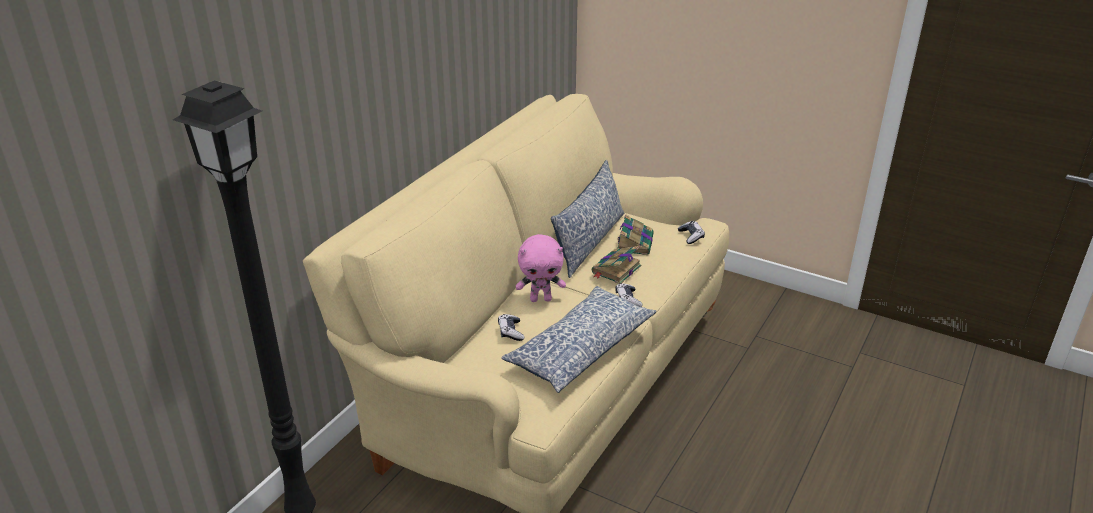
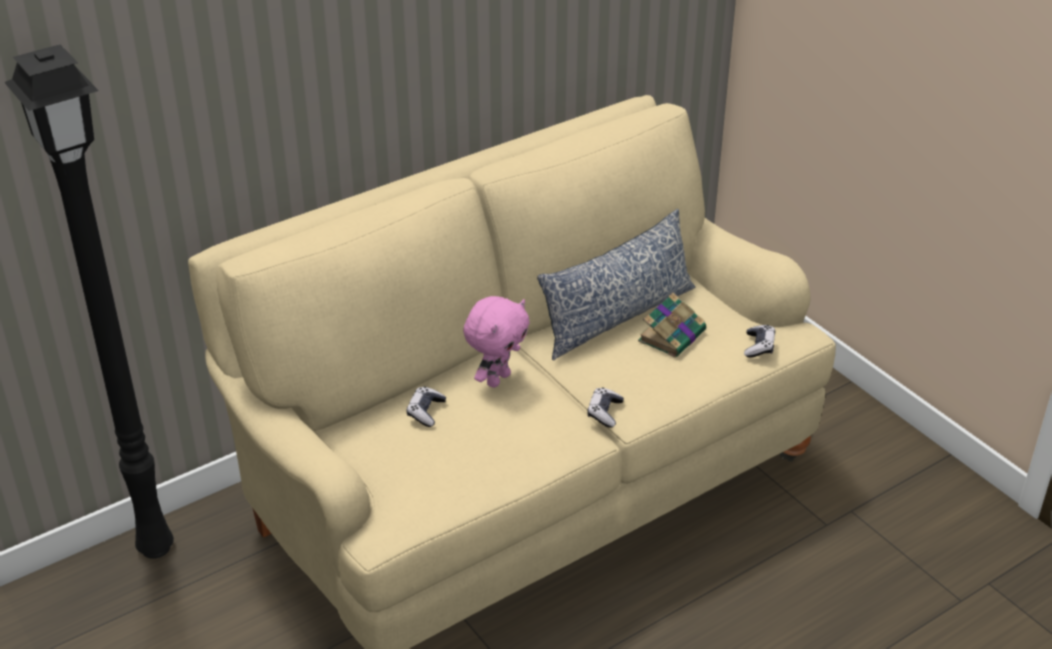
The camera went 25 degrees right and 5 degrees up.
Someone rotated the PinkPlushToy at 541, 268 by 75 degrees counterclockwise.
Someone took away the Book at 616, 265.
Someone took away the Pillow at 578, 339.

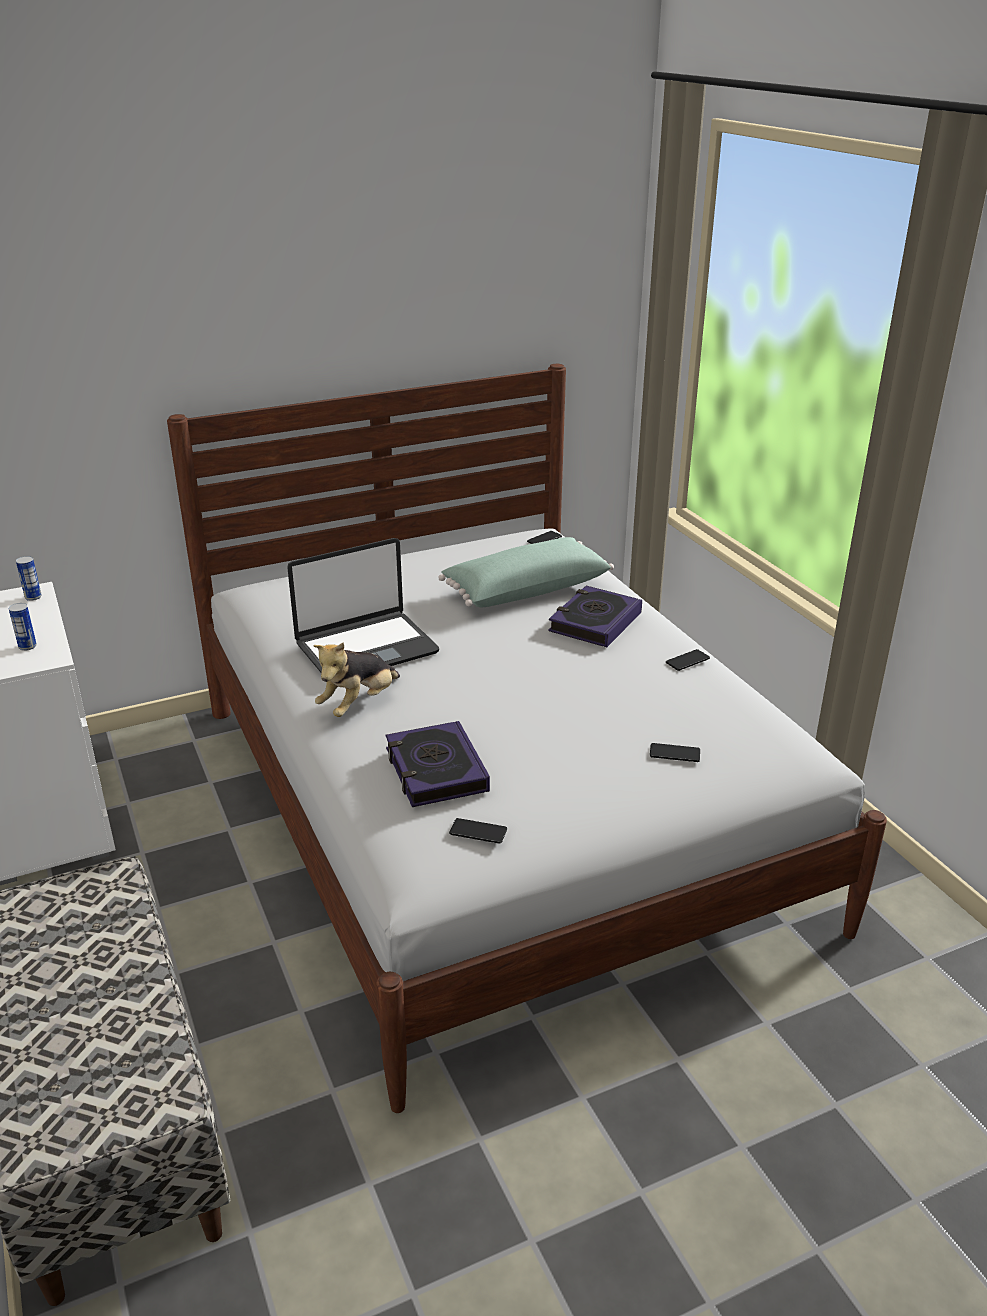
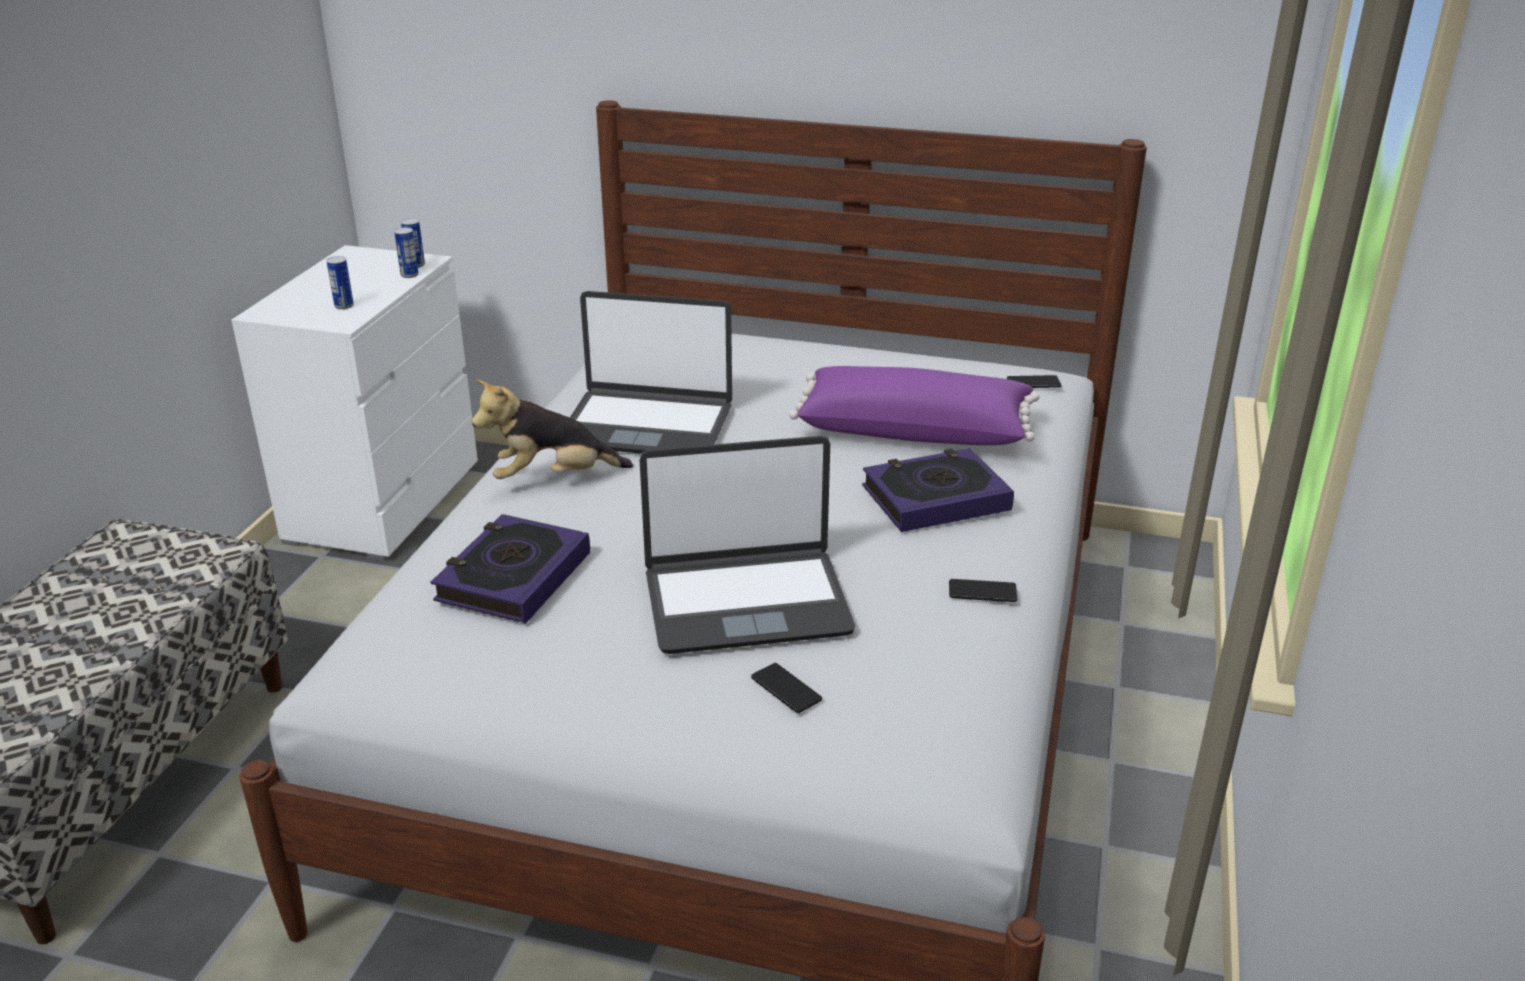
The camera went 40 degrees right and 0 degrees up.
Someone repainted the GreenPillow at 526, 572, which became the PurplePillow at 914, 405.
Someone took away the Phone at 478, 831.
Someone put down the Can at 406, 252.
Someone put down the Laptop at 747, 545.

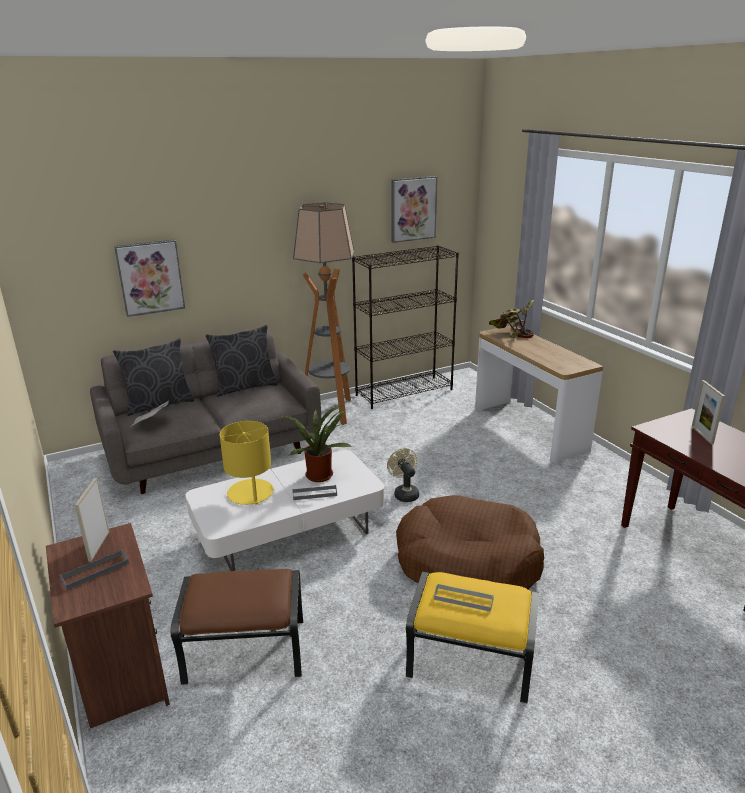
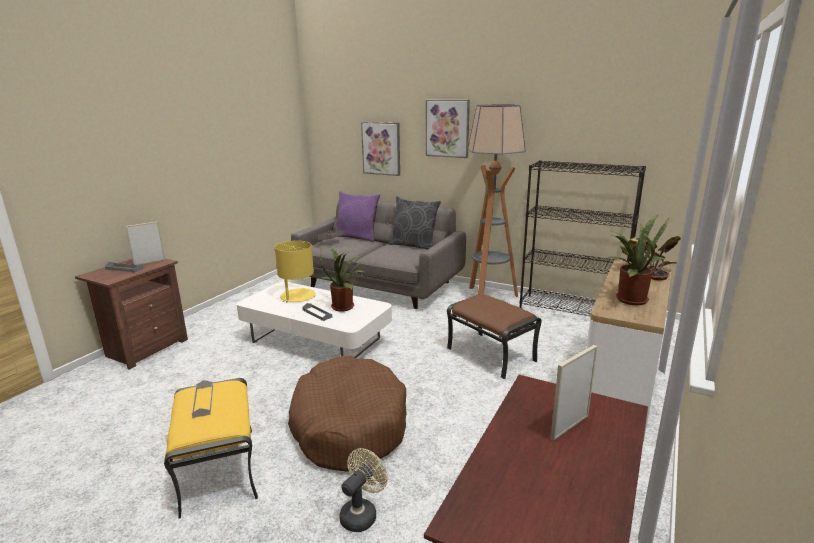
The camera went 55 degrees right and 5 degrees down.
Someone carried the Picture from 414, 209 to 448, 129.
Someone repainted the GreyPillow at 153, 377, which became the PurplePillow at 358, 216.
Someone carried the BeigeFan from 403, 475 to 363, 490.
Someone carried the BrownOttoman from 237, 627 to 494, 336.
Someone put down the PottedPlant at 638, 259.

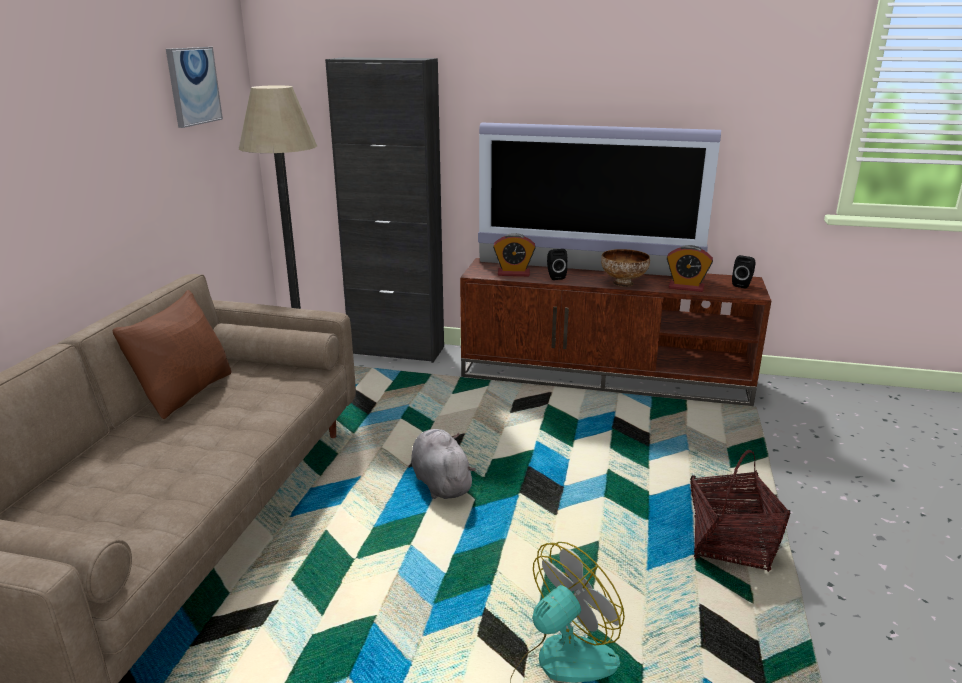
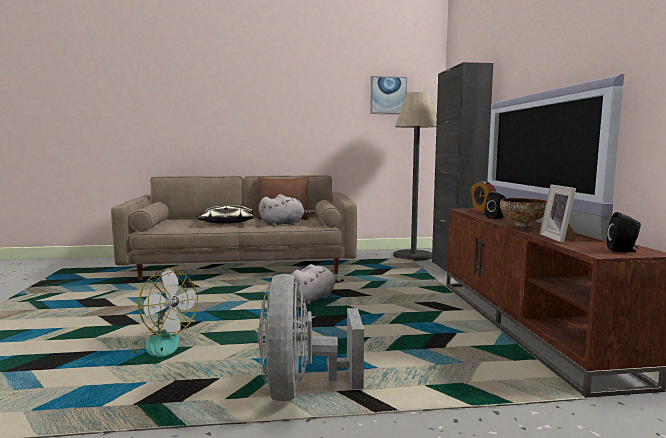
The camera went 70 degrees right and 15 degrees down.
Someone swapped the AlarmClock at 690, 268 for the PictureFrame at 558, 213.
Someone swapped the Basket at 740, 511 for the GreyFan at 310, 337.
Someone put down the GreyPlushToy at 286, 210.
Someone put down the Pillow at 226, 214.

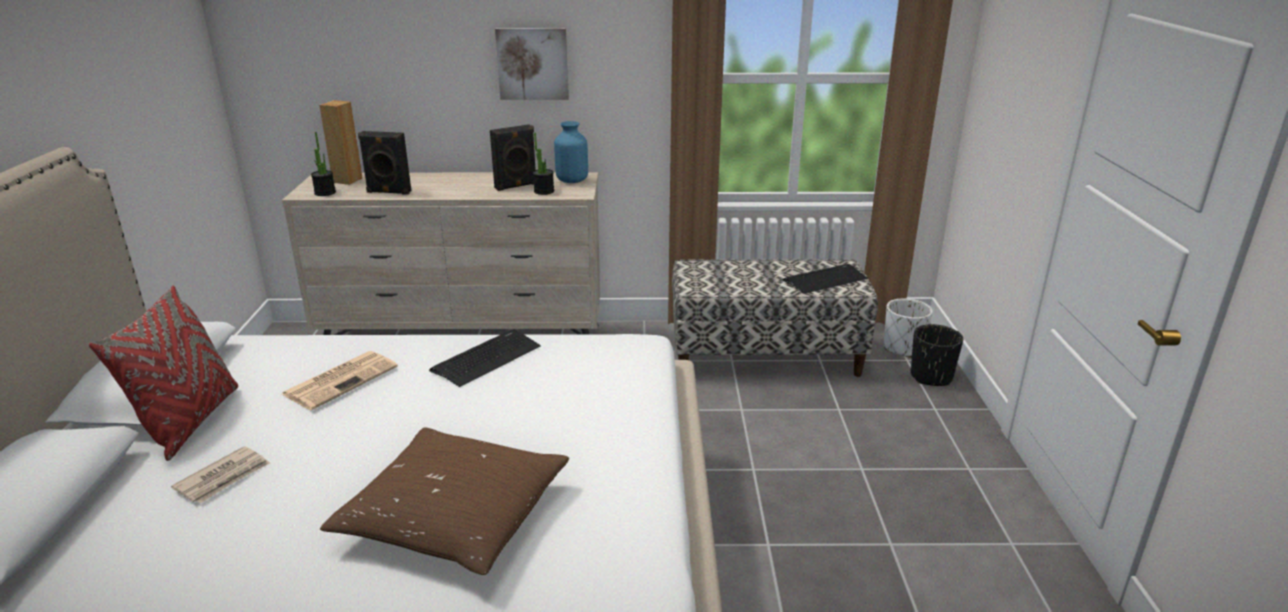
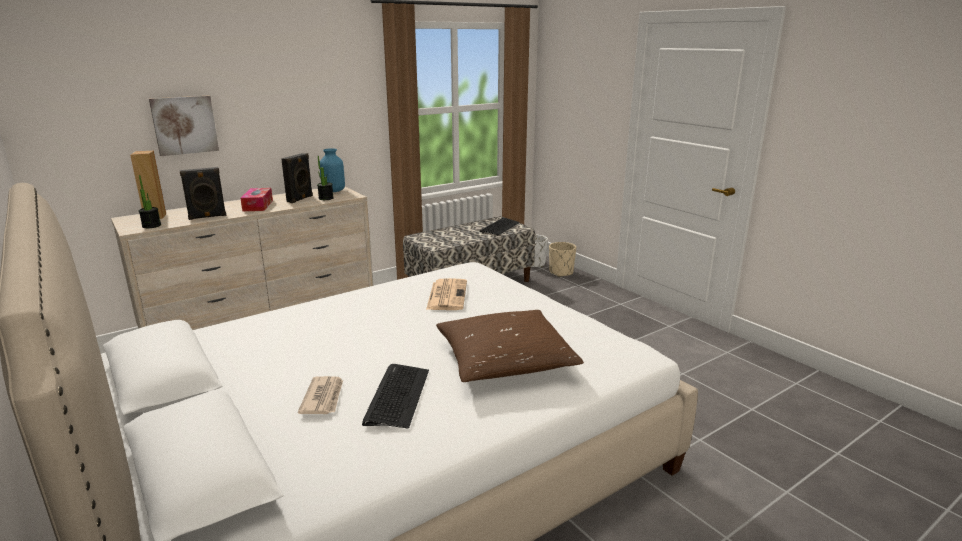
The camera went 35 degrees left and 5 degrees down.
Someone carried the Picture from 532, 64 to 184, 126.
Someone took away the RedPillow at 163, 373.
Someone repainted the BlackPlanter at 936, 355, which became the BeigePlanter at 562, 259.
Someone carried the Keyboard from 485, 358 to 395, 396.
Someone carried the Newspaper from 340, 380 to 446, 294.
Someone put down the TissueBox at 256, 199.

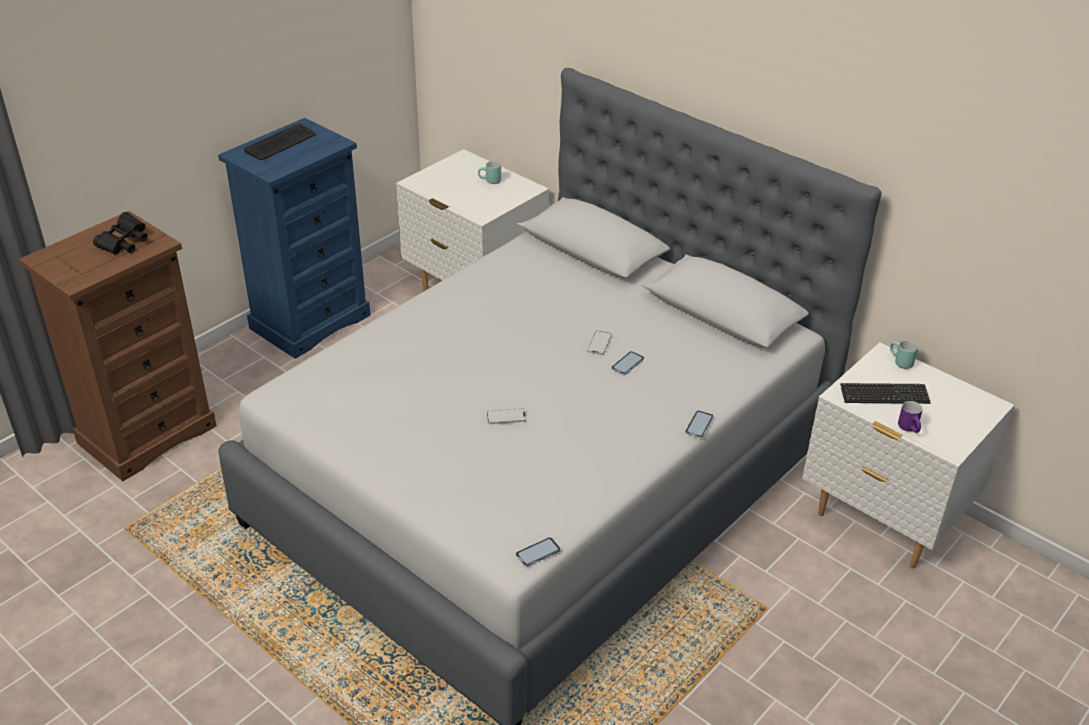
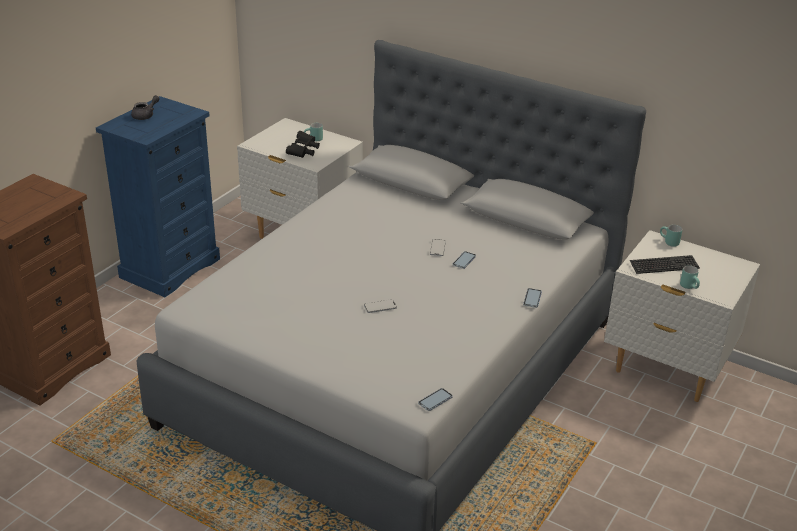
The camera went 10 degrees left and 5 degrees down.
Someone swapped the Keyboard at 279, 141 for the GreyTeapot at 145, 107.
Someone carried the BlackBinoculars from 120, 233 to 303, 144.
Someone repainted the PurpleMug at 910, 417, which became the TurquoiseMug at 690, 277.

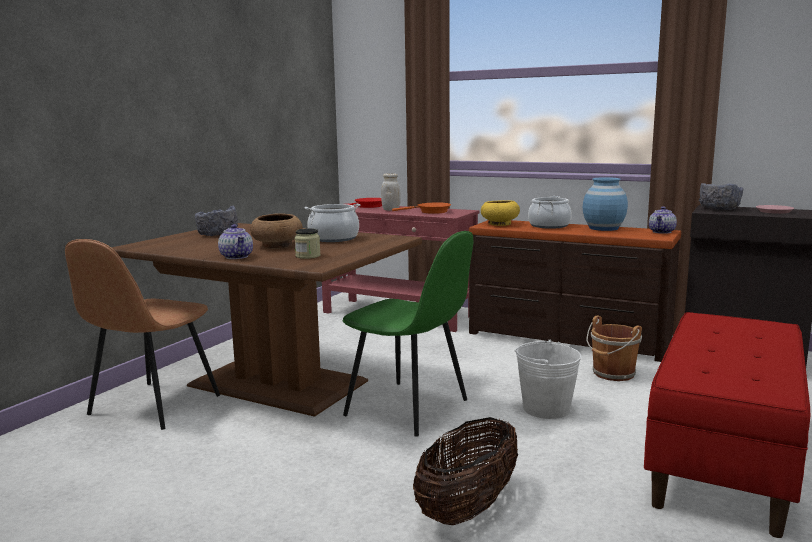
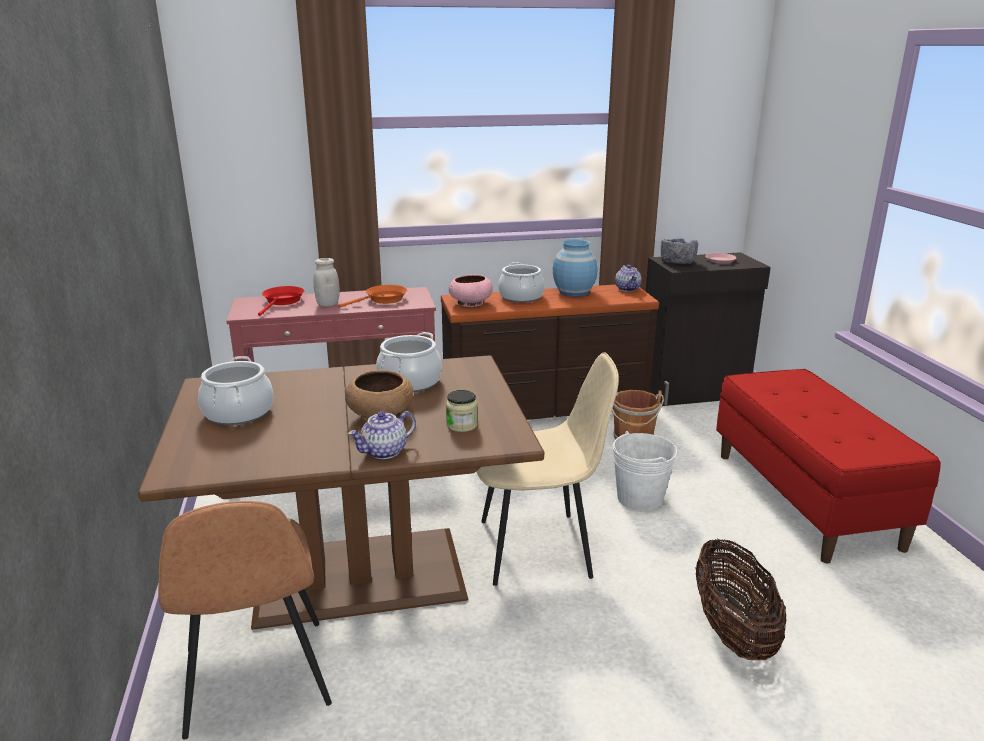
The camera went 40 degrees left and 10 degrees up.
Someone repainted the YellowBowl at 500, 213, which became the PinkBowl at 471, 291.
Someone swapped the GreyBowl at 216, 221 for the CookingPot at 235, 390.
Someone rotated the Teapot at 235, 241 by 120 degrees clockwise.
Someone repainted the GreenChair at 407, 334, which became the BeigeChair at 547, 469.

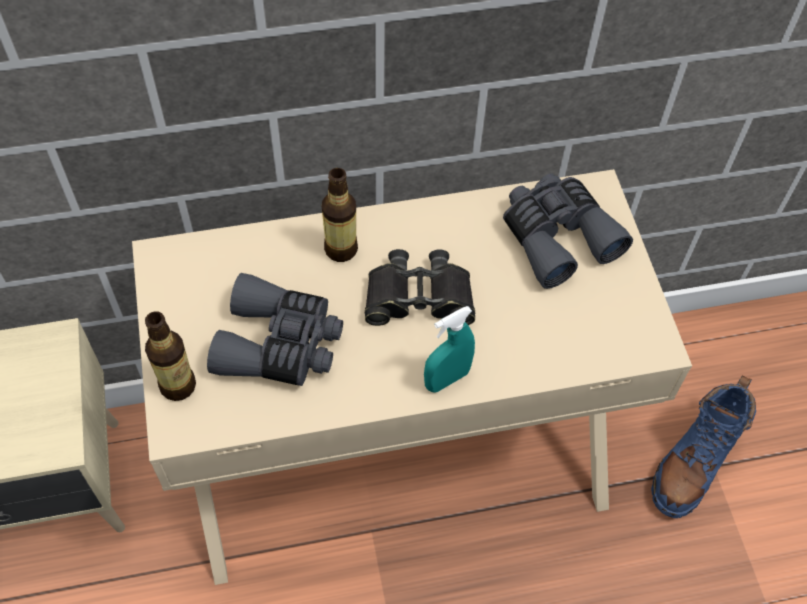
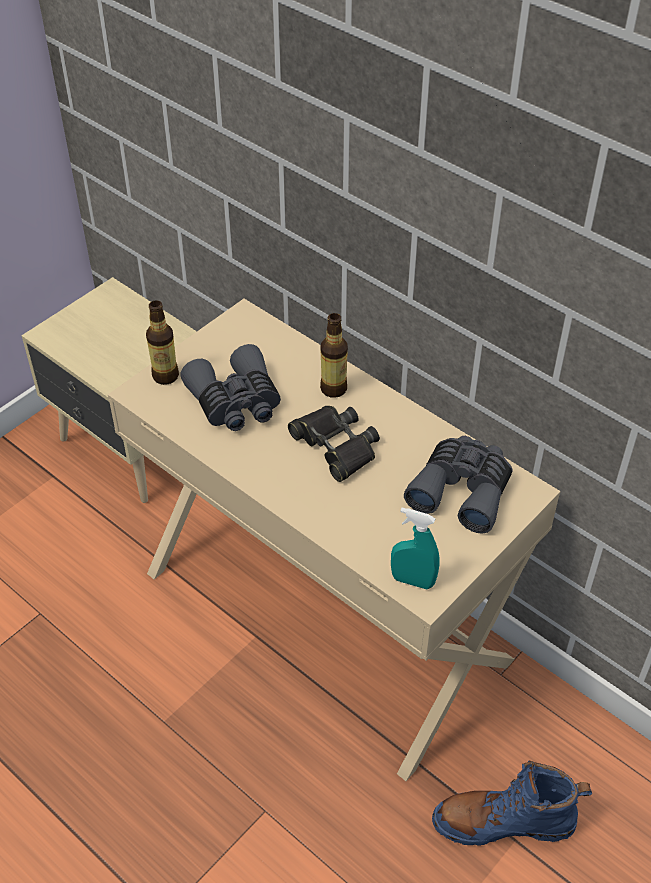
The camera went 55 degrees right and 10 degrees down.
Someone carried the TurquoiseSprayBottle from 449, 349 to 415, 549.

